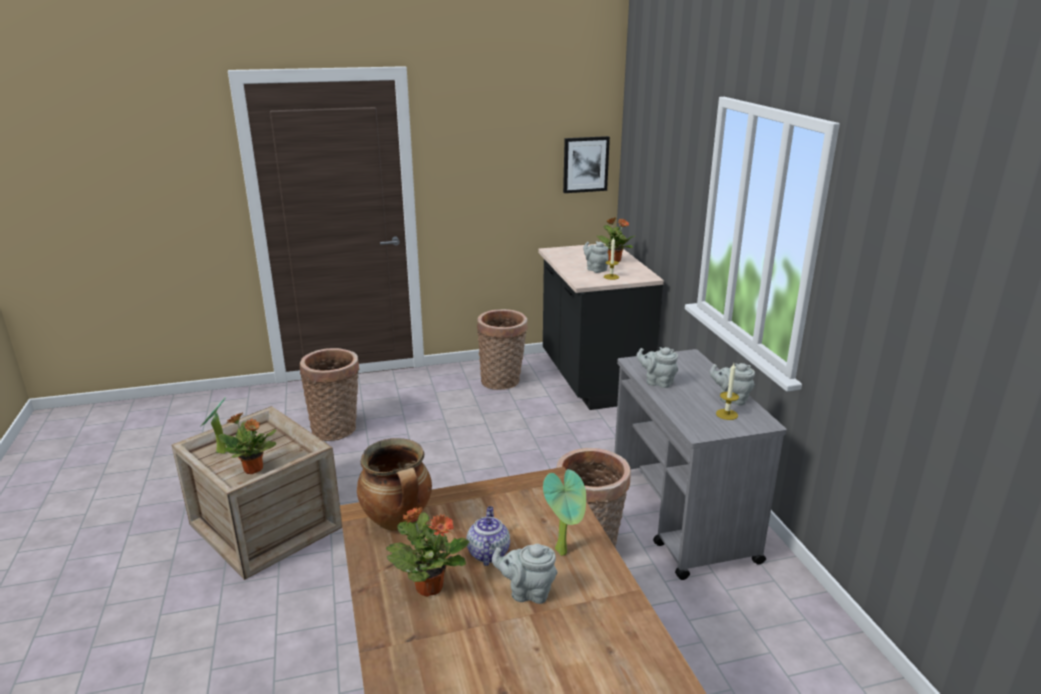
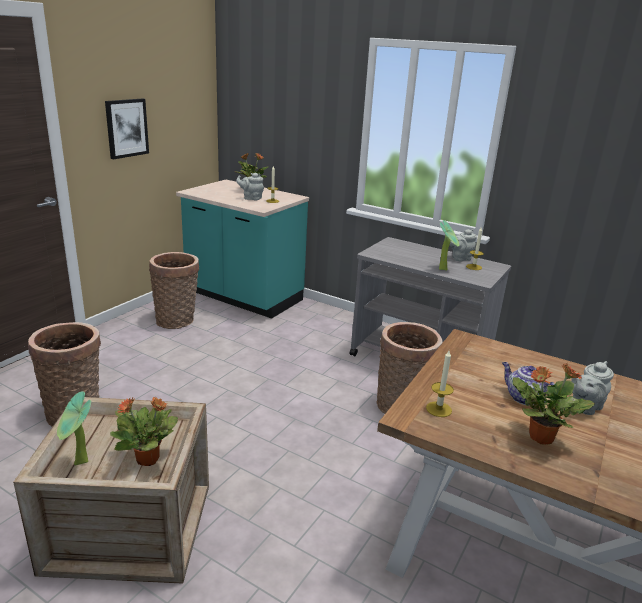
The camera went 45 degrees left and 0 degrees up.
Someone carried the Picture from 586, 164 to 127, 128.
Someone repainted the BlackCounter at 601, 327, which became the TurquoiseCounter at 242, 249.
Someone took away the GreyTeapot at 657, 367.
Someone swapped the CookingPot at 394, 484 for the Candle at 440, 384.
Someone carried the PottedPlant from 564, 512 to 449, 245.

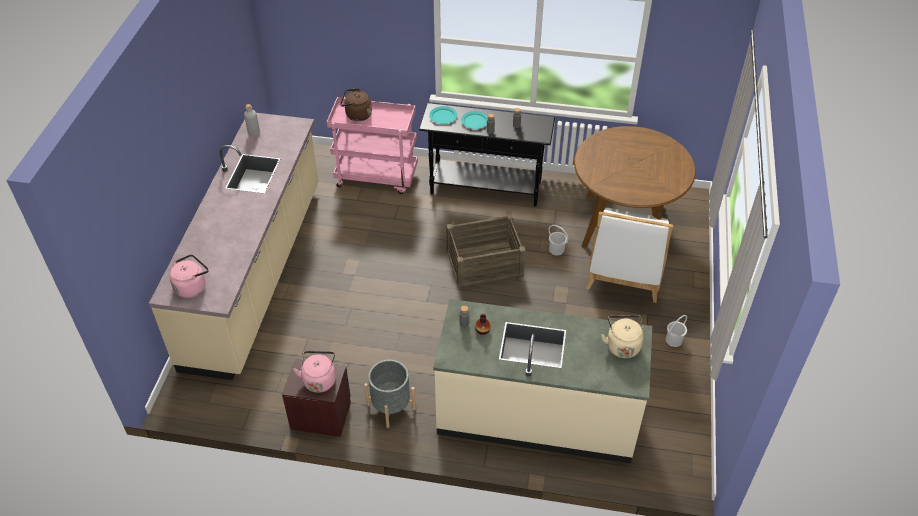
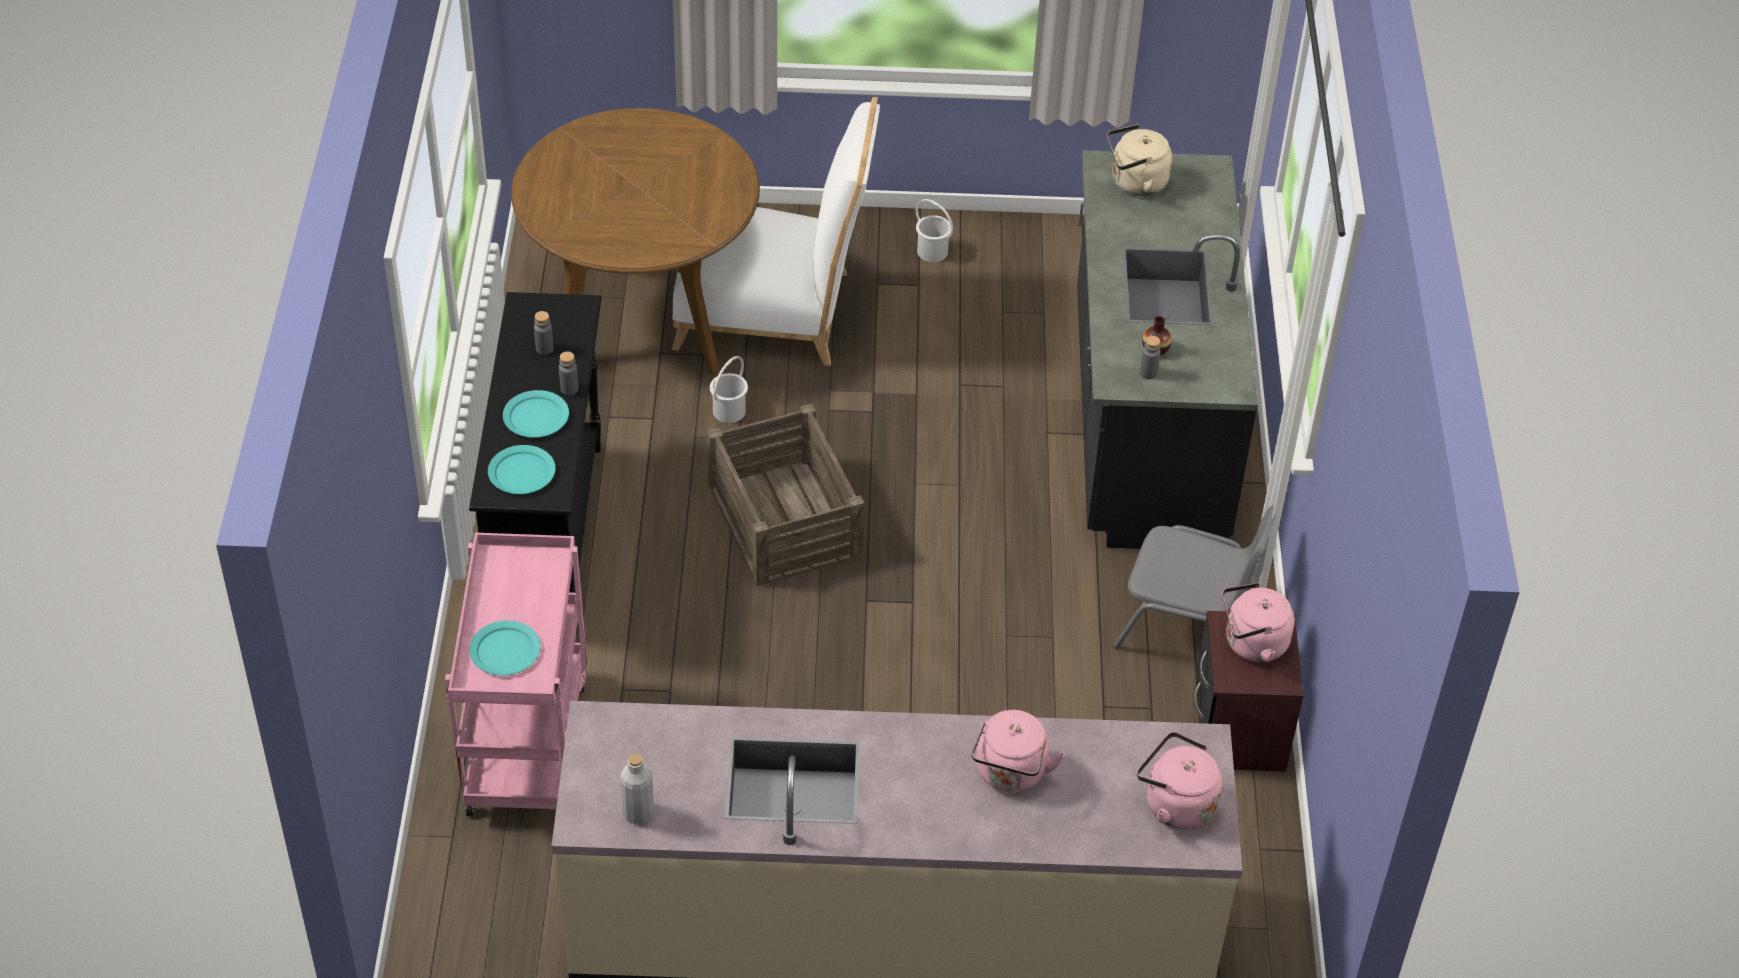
The camera went 100 degrees left and 0 degrees up.
Someone swapped the BrownKettle at 356, 104 for the TurquoisePlate at 505, 648.
Someone repainted the BeigeCounter at 542, 381, which became the BlackCounter at 1167, 349.
Someone swapped the GreyPlanter at 390, 394 for the GreyChair at 1195, 577.
Someone put down the PinkKettle at 1018, 751.

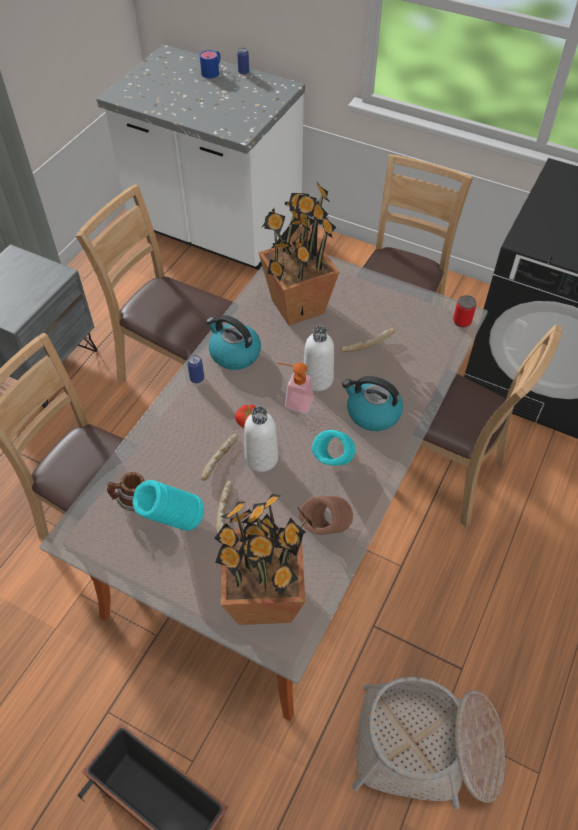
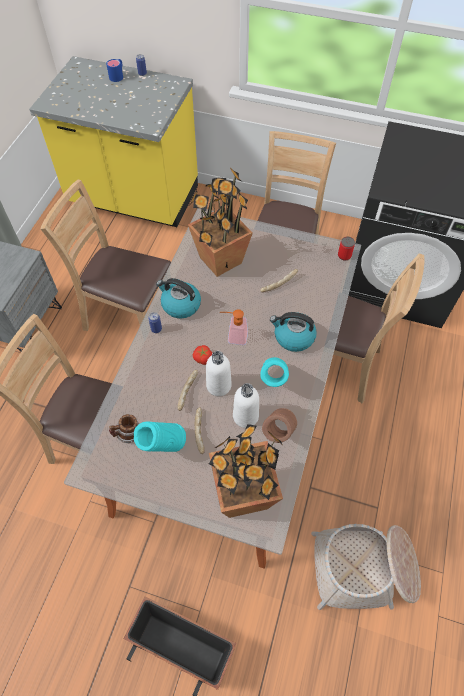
The camera went 10 degrees left and 5 degrees up.
Someone repainted the WhiteCounter at 201, 157, which became the YellowCounter at 113, 141.
Someone carried the WhiteBottle from 319, 358 to 246, 405.

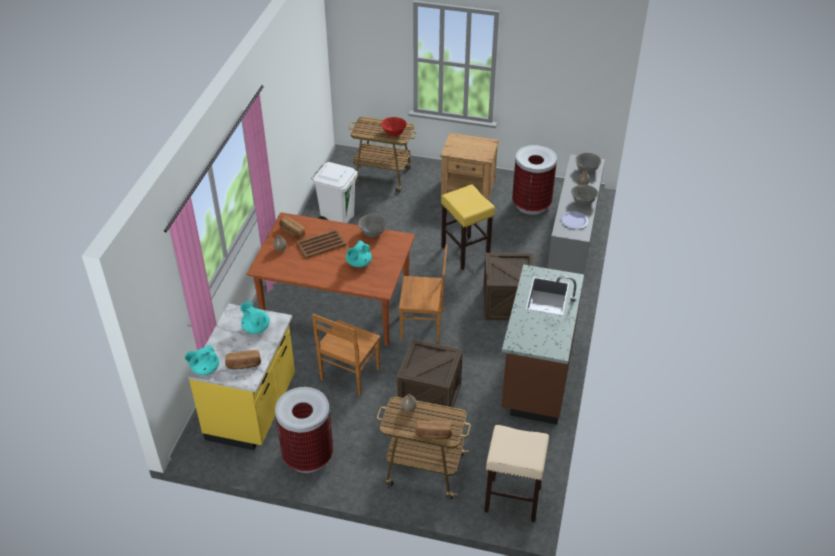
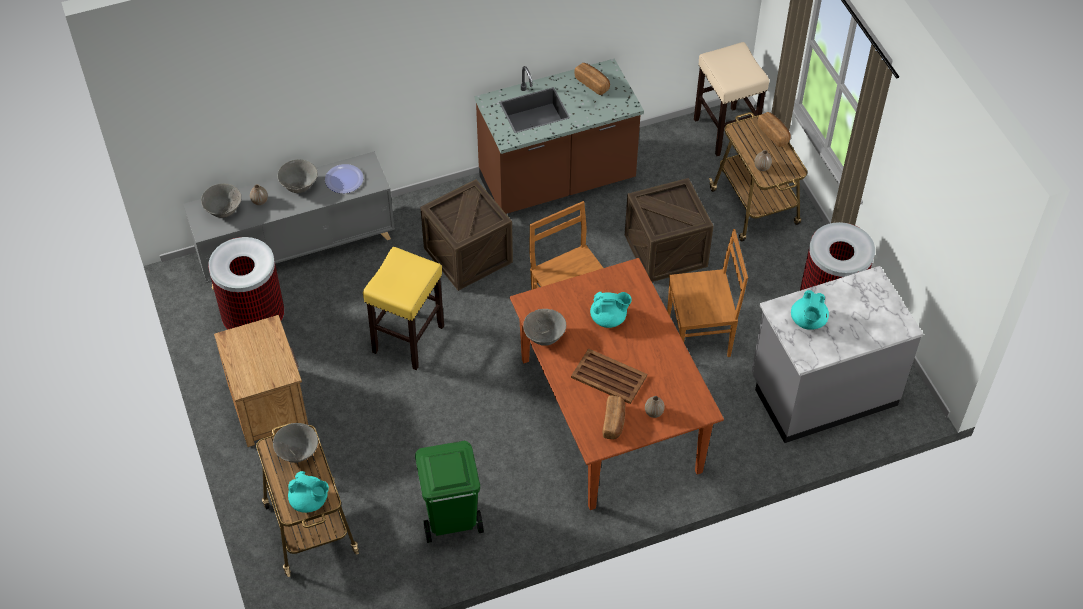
The camera went 125 degrees left and 10 degrees up.
Someone repainted the RedBowl at 394, 126, which became the GreyBowl at 295, 443.
Someone repainted the WhiteTrashCan at 334, 192, which became the GreenTrashCan at 449, 492.
Someone repainted the YellowCounter at 241, 377, which became the GreyCounter at 837, 354.
Someone carried the TurquoiseTeapot from 202, 360 to 308, 492.
Someone carried the Bread from 243, 359 to 592, 79.

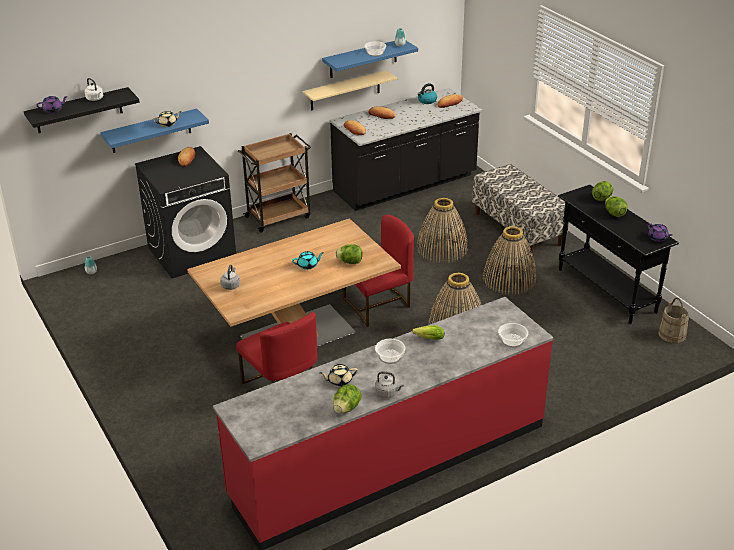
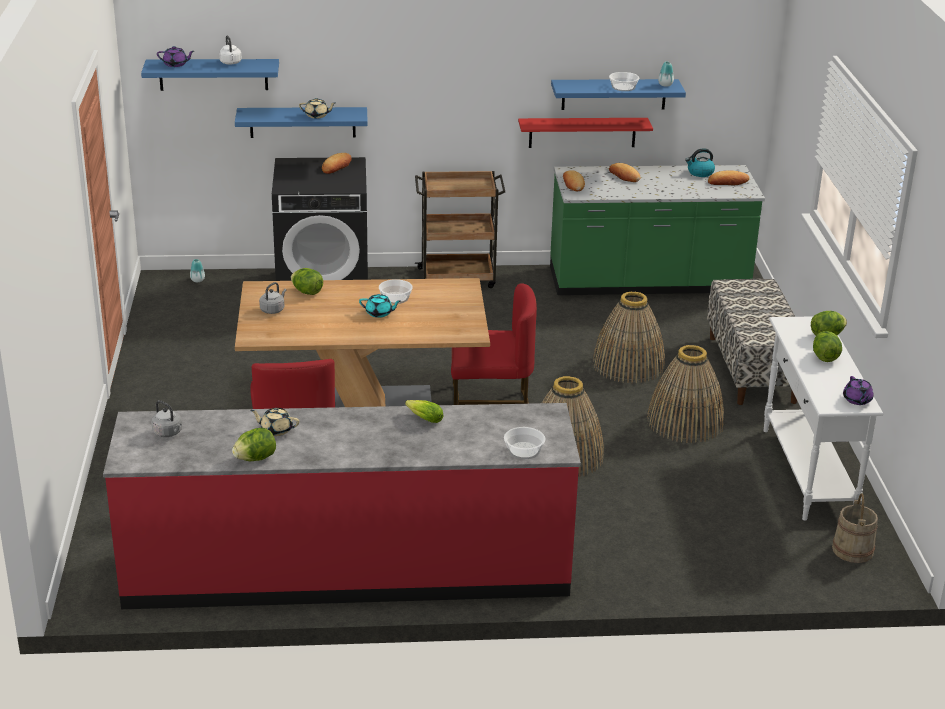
The camera went 25 degrees right and 5 degrees down.
Someone repainted the BeigeShelf at 350, 90, which became the RedShelf at 585, 133.
Someone repainted the BlackShelf at 82, 110, which became the BlueShelf at 210, 75.
Someone repainted the BlackCounter at 406, 149, which became the GreenCounter at 657, 230.
Someone repainted the BlackConsoleTable at 618, 254, which became the WhiteConsoleTable at 823, 418.
Someone carried the Lettuce from 349, 254 to 307, 281.
Someone carried the Bowl from 390, 351 to 396, 291.
Someone carried the GreyKettle from 389, 384 to 167, 418.

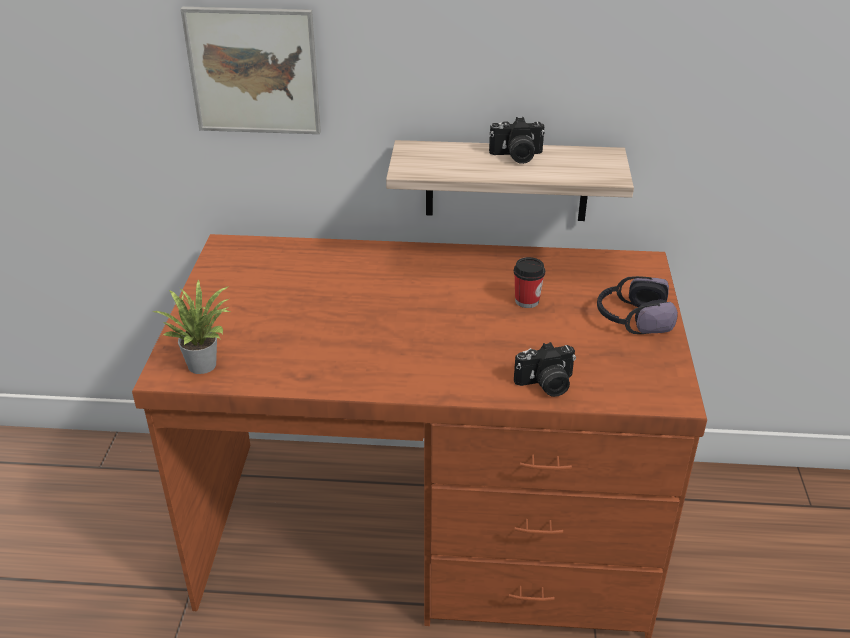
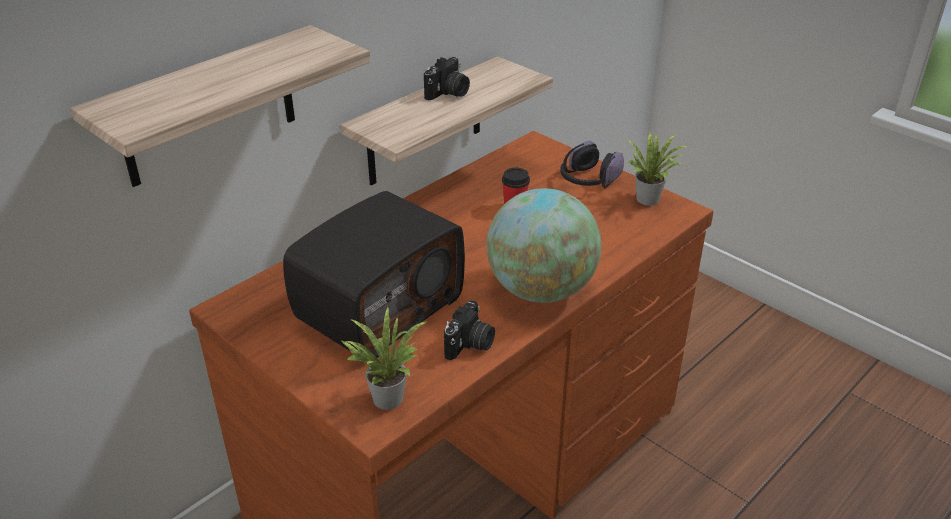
The camera went 50 degrees left and 0 degrees up.
Someone swapped the Picture at 251, 70 for the Shelf at 220, 106.
Someone carried the PhotoCamera from 545, 369 to 469, 330.
Someone put down the PottedPlant at 658, 169.
Someone put down the Globe at 544, 245.
Someone put down the Radio at 374, 274.

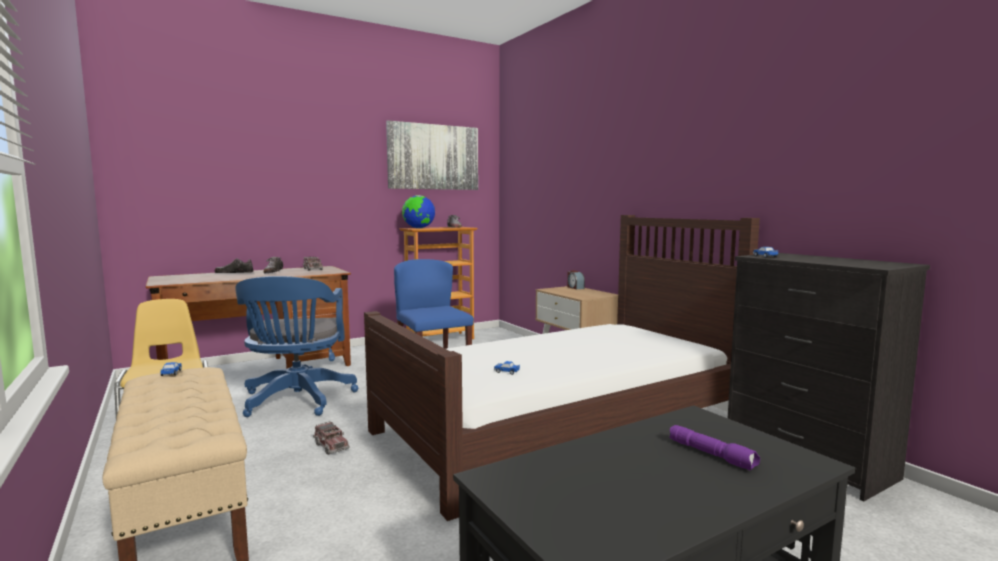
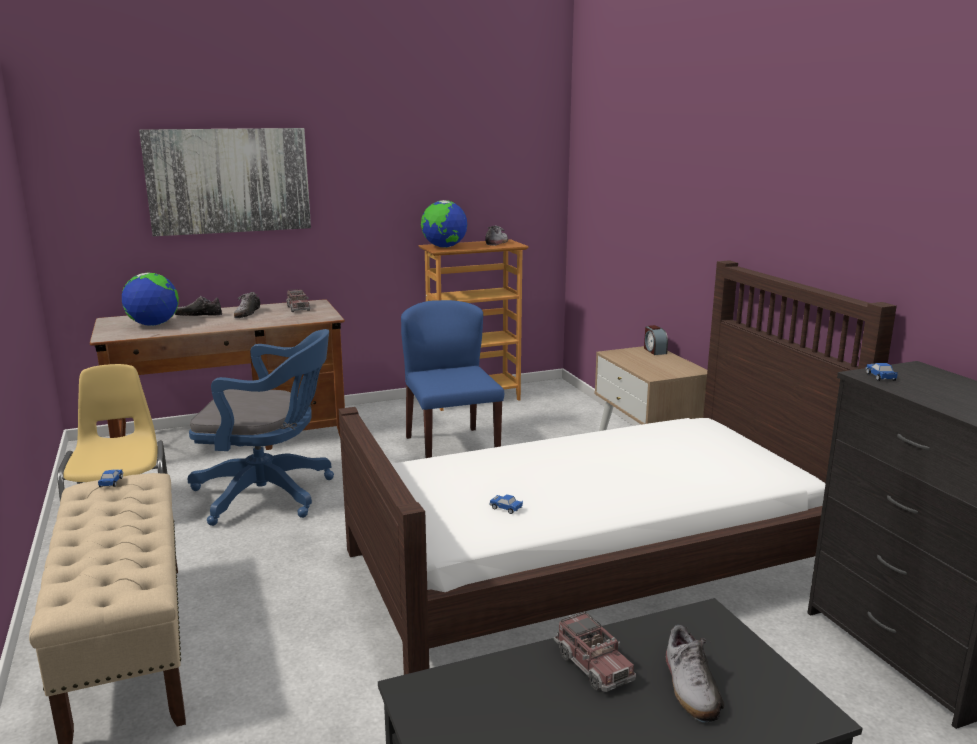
The camera went 10 degrees right and 10 degrees up.
Someone carried the Picture from 432, 155 to 225, 182.
Someone rotated the BlueOfficeChair at 296, 346 by 90 degrees counterclockwise.
Someone carried the ToyTruck from 331, 438 to 595, 651.
Someone swapped the PurpleFlashlight at 714, 447 for the Shoe at 694, 674.
Someone put down the Globe at 150, 299.

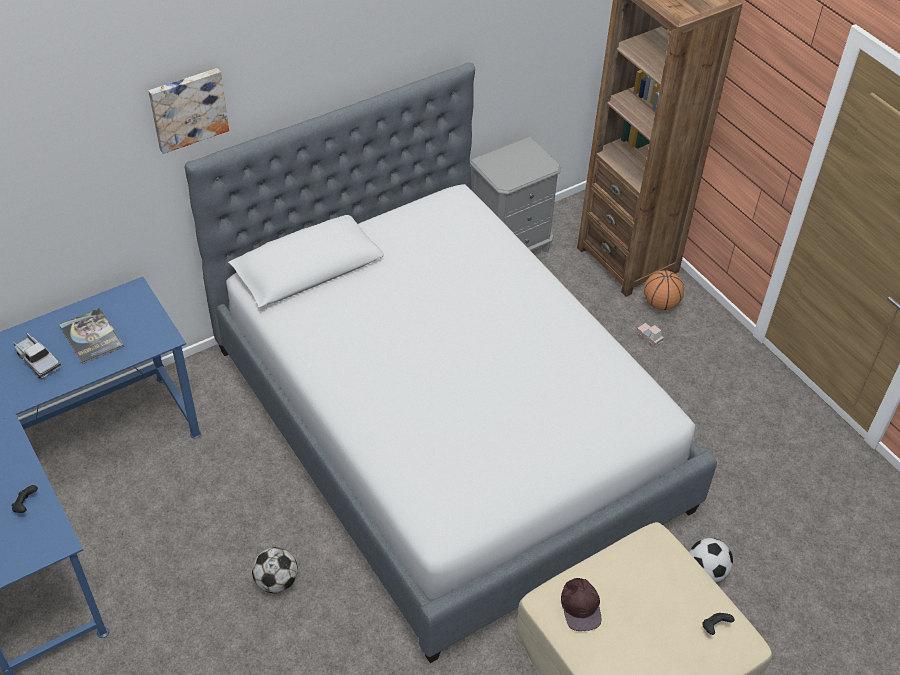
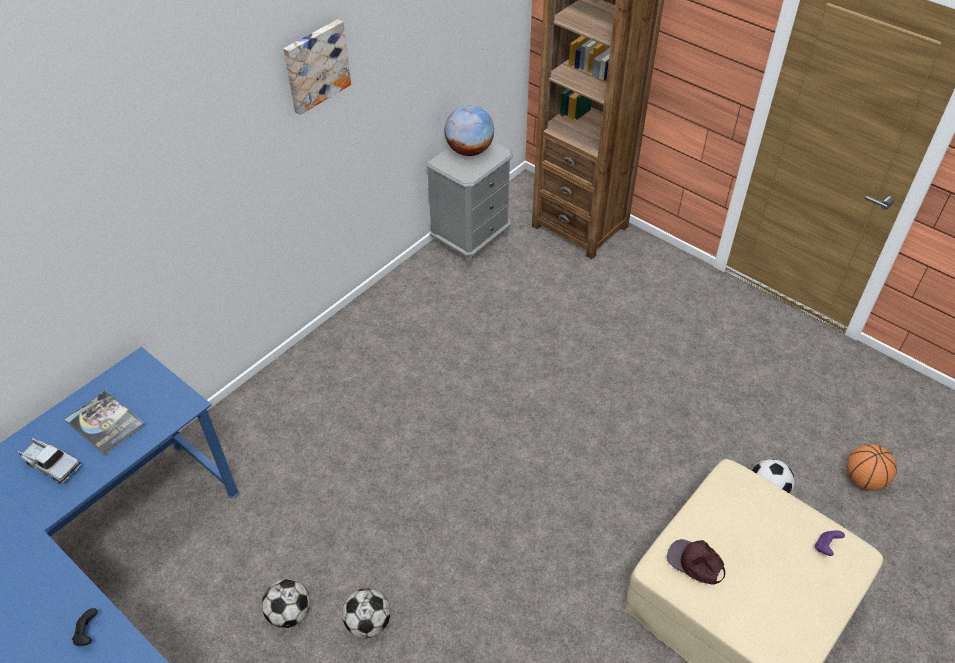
The camera went 15 degrees left and 0 degrees up.
Someone took away the Bed at 451, 362.
Someone carried the Picture from 188, 111 to 317, 67.
Someone carried the Basketball from 664, 290 to 872, 467.
Someone took away the PinkToyCar at 650, 335.
Someone rotated the BrownCap at 581, 604 by 150 degrees clockwise.
Someone repainted the BlackGameController at 718, 624, which became the PurpleGameController at 830, 543.
Someone put down the Globe at 469, 130.
Someone put down the Football at 286, 603.

